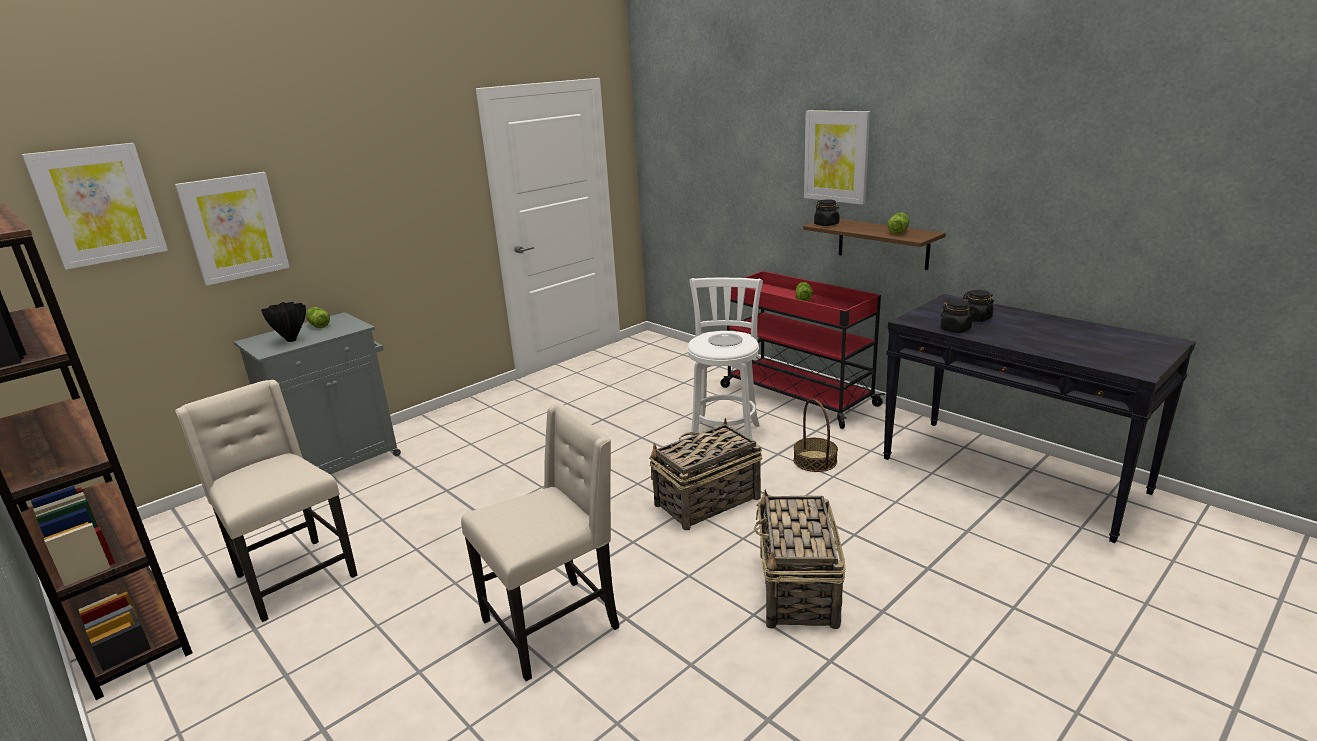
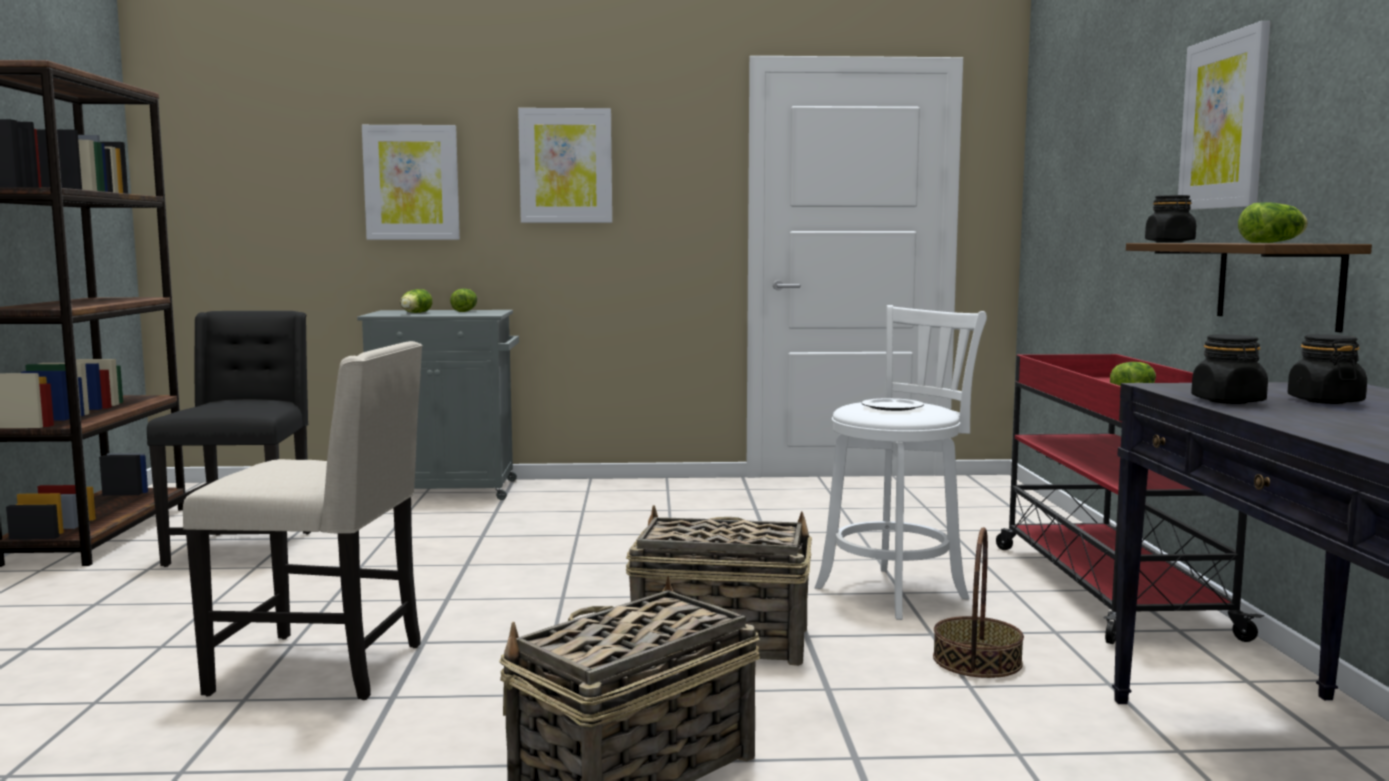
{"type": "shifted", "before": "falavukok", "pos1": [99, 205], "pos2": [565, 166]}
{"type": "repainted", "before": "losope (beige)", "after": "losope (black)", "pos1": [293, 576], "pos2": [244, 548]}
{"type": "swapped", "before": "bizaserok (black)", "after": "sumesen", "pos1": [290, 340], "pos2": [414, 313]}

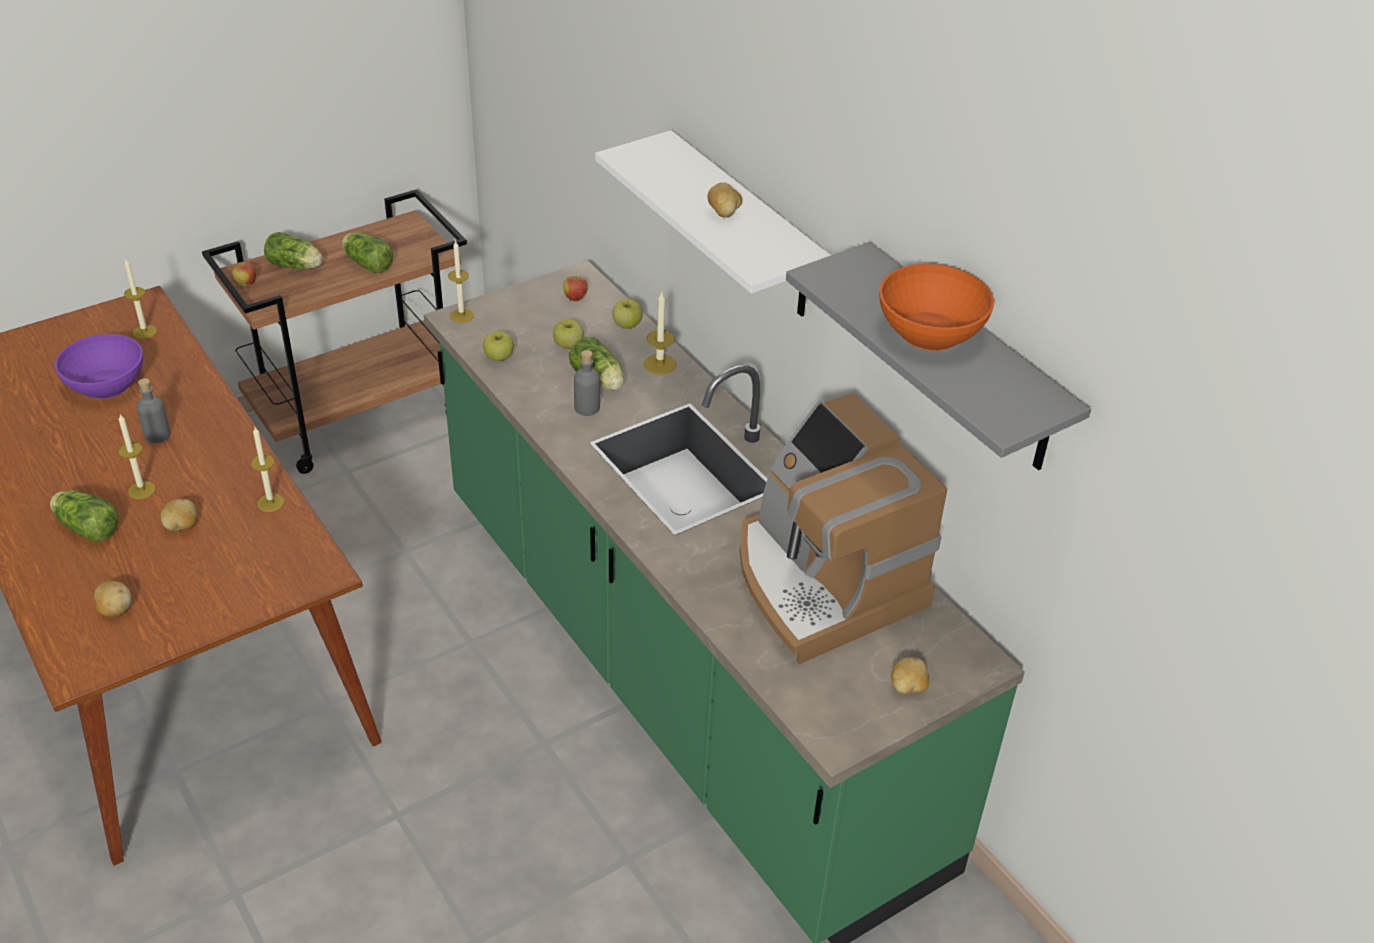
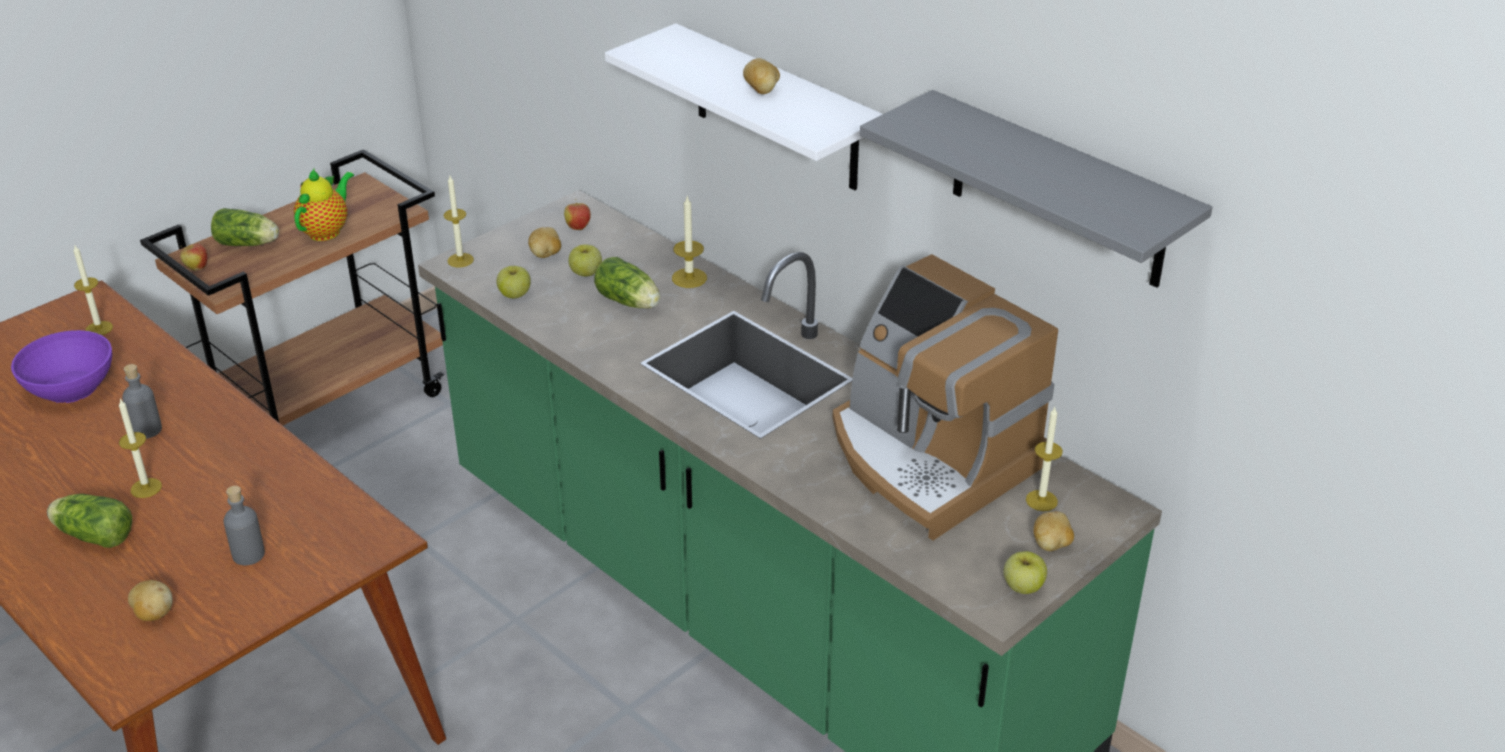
{"type": "shifted", "before": "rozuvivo", "pos1": [182, 526], "pos2": [546, 255]}
{"type": "shifted", "before": "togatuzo", "pos1": [270, 502], "pos2": [1041, 500]}
{"type": "swapped", "before": "sumesen", "after": "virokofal", "pos1": [367, 263], "pos2": [327, 231]}
{"type": "shifted", "before": "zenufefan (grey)", "pos1": [587, 408], "pos2": [249, 554]}
{"type": "shifted", "before": "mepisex", "pos1": [627, 325], "pos2": [1023, 587]}
{"type": "gone", "before": "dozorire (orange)", "pos1": [930, 333]}

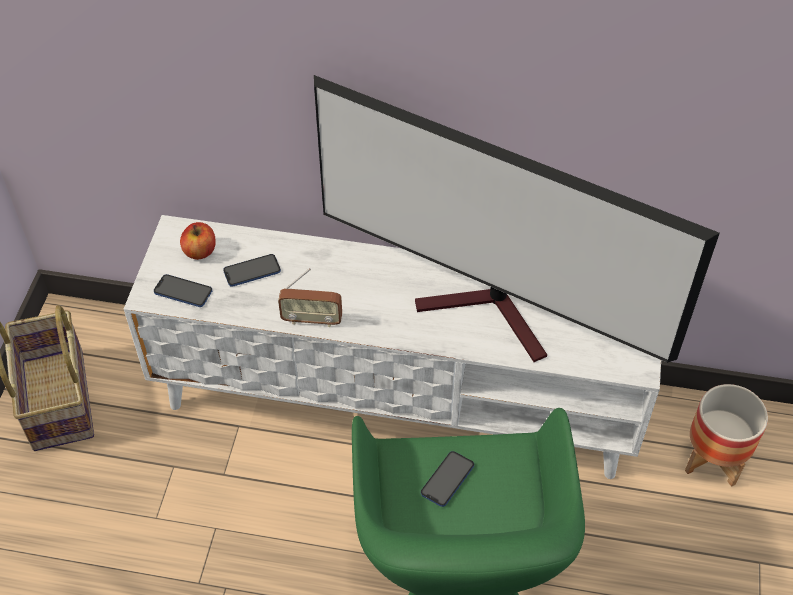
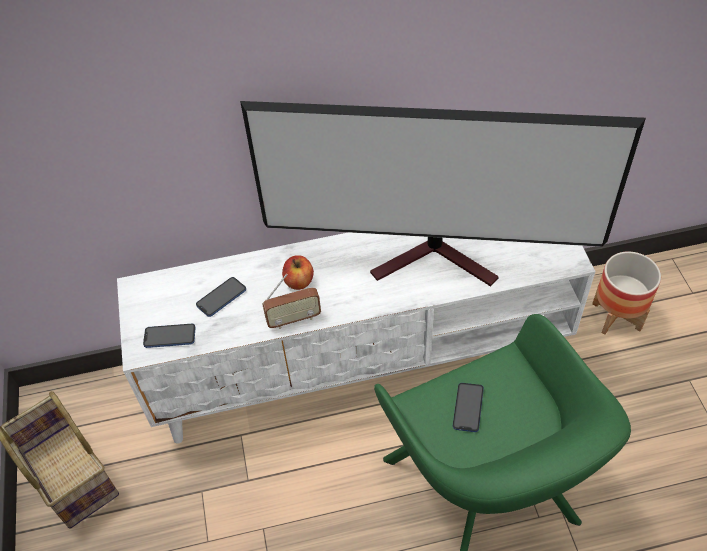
{"type": "shifted", "before": "mepisex", "pos1": [200, 251], "pos2": [299, 281]}

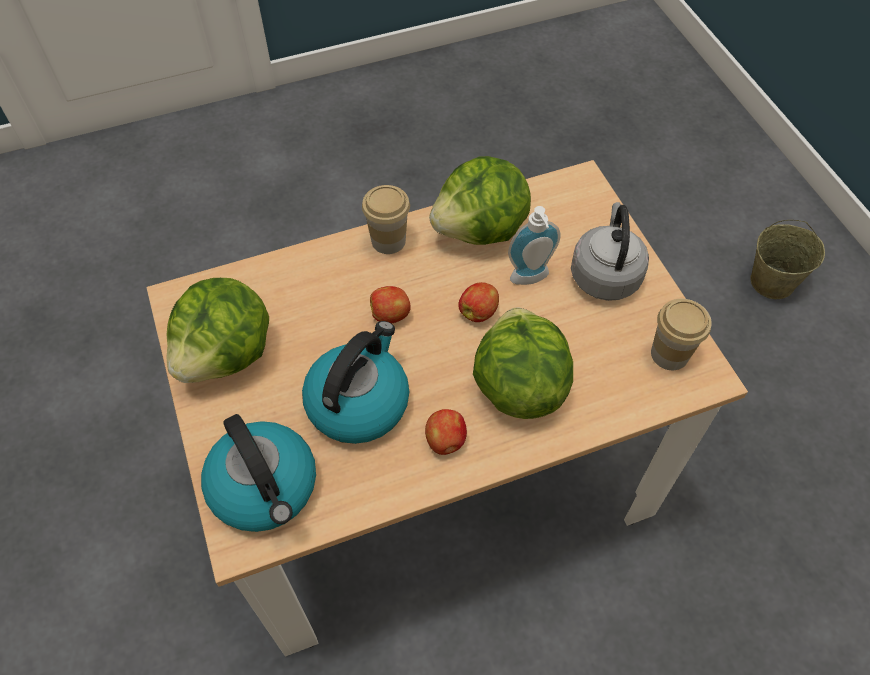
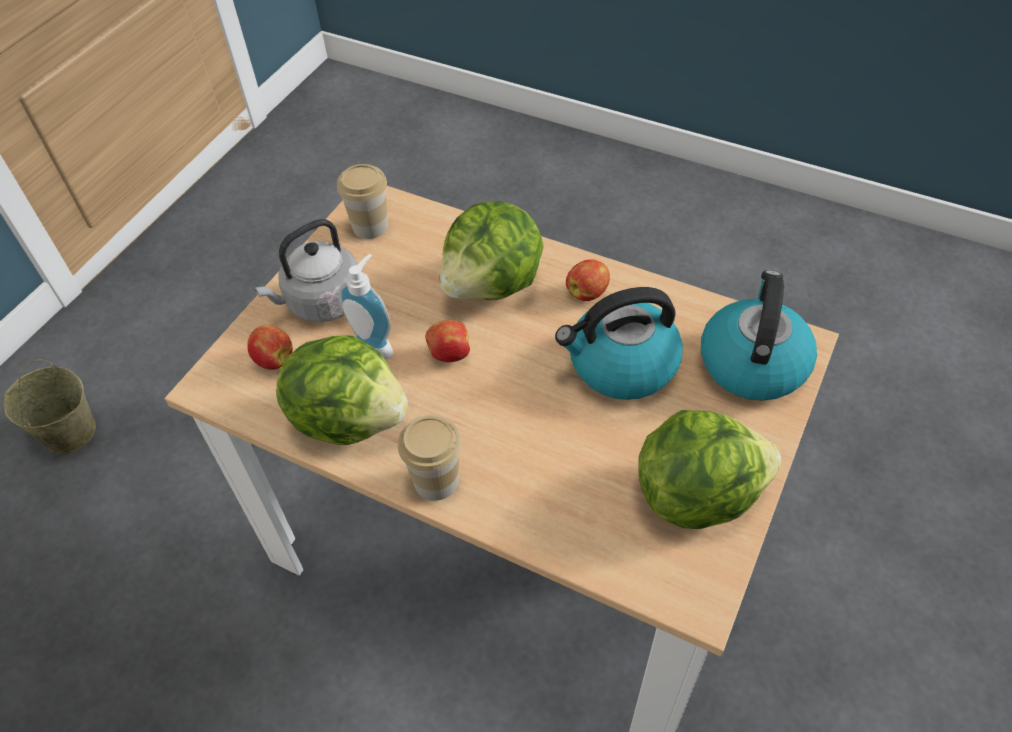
{"type": "shifted", "before": "mepisex", "pos1": [391, 315], "pos2": [274, 359]}

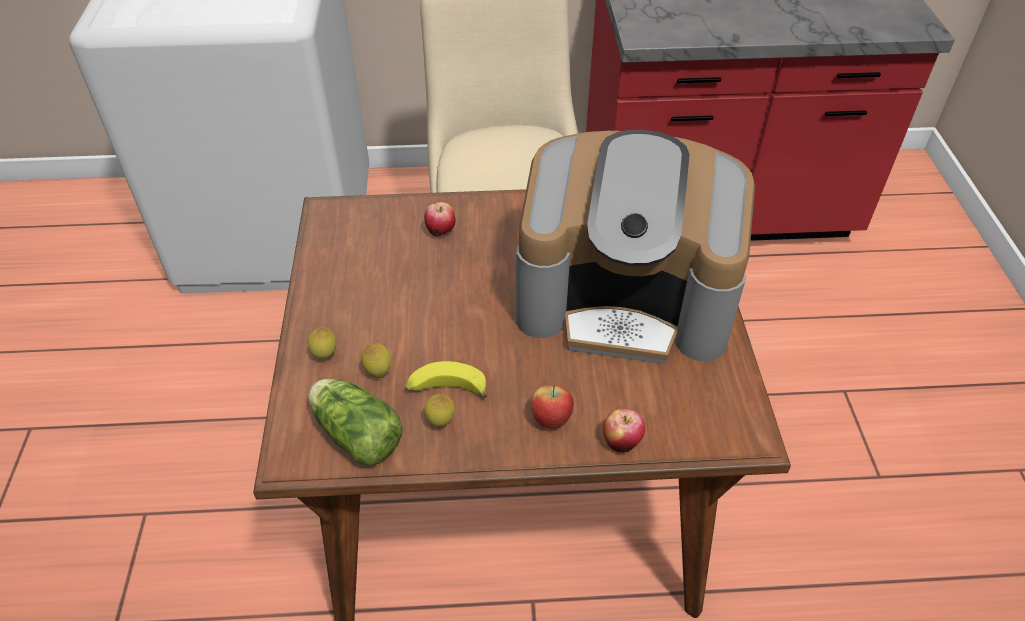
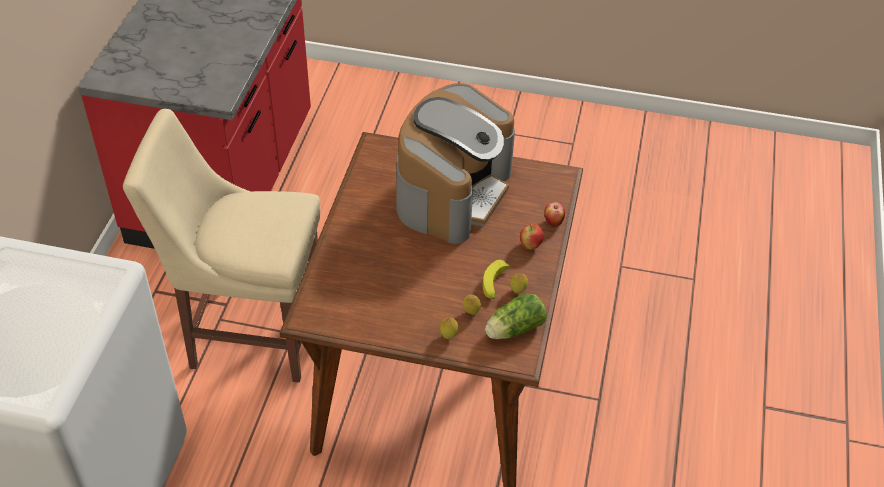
{"type": "gone", "before": "mepisex", "pos1": [441, 232]}

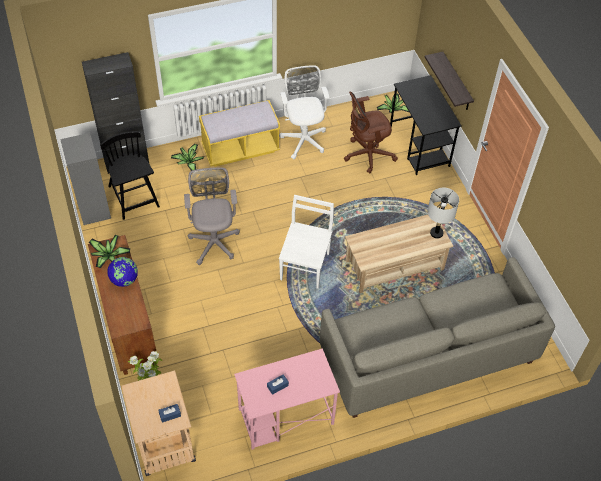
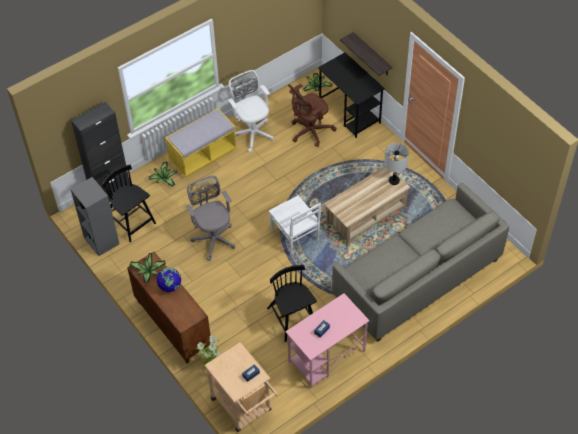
{"type": "rotated", "before": "losope (white)", "pos1": [305, 265], "pos2": [295, 236], "turn": 150}
{"type": "new", "after": "losope (black)", "pos2": [292, 319]}

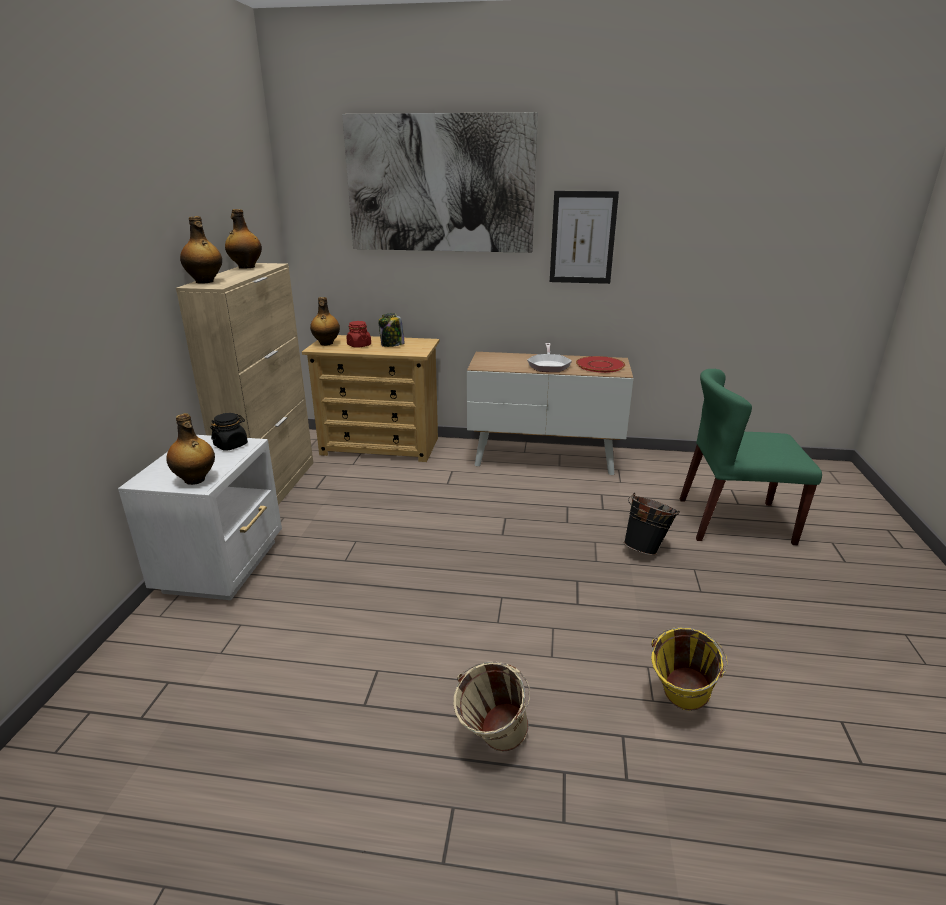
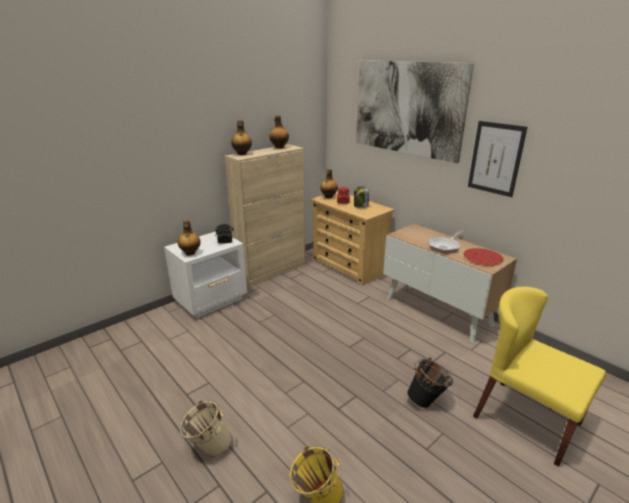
{"type": "repainted", "before": "losope (green)", "after": "losope (yellow)", "pos1": [734, 521], "pos2": [525, 419]}

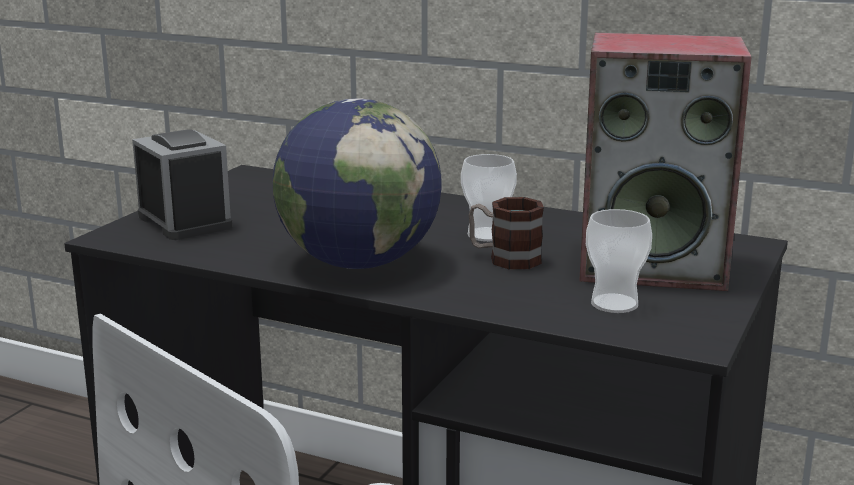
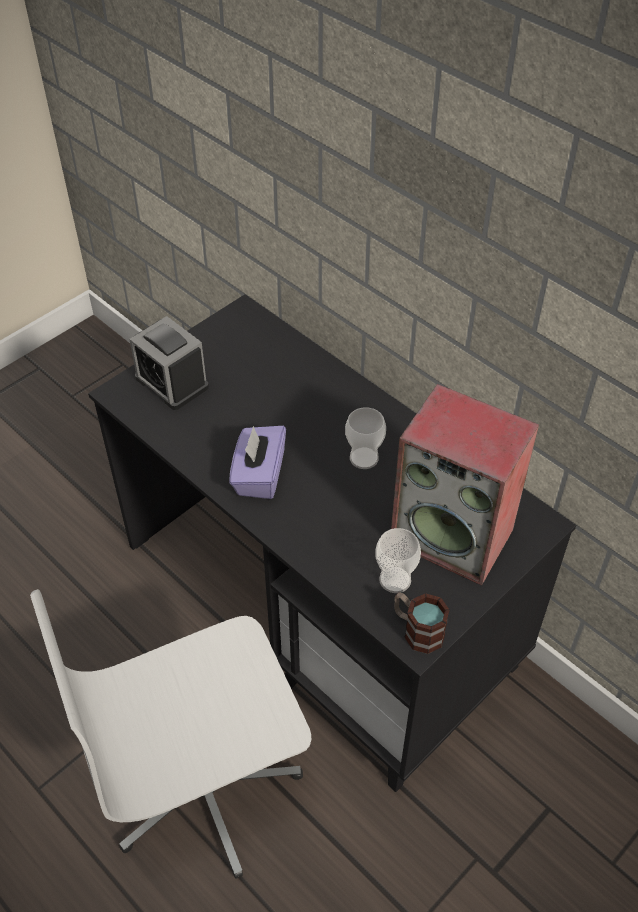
{"type": "rotated", "before": "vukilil", "pos1": [184, 221], "pos2": [172, 382], "turn": 150}
{"type": "swapped", "before": "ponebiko", "after": "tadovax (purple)", "pos1": [358, 263], "pos2": [259, 475]}
{"type": "shifted", "before": "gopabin", "pos1": [504, 258], "pos2": [417, 630]}

